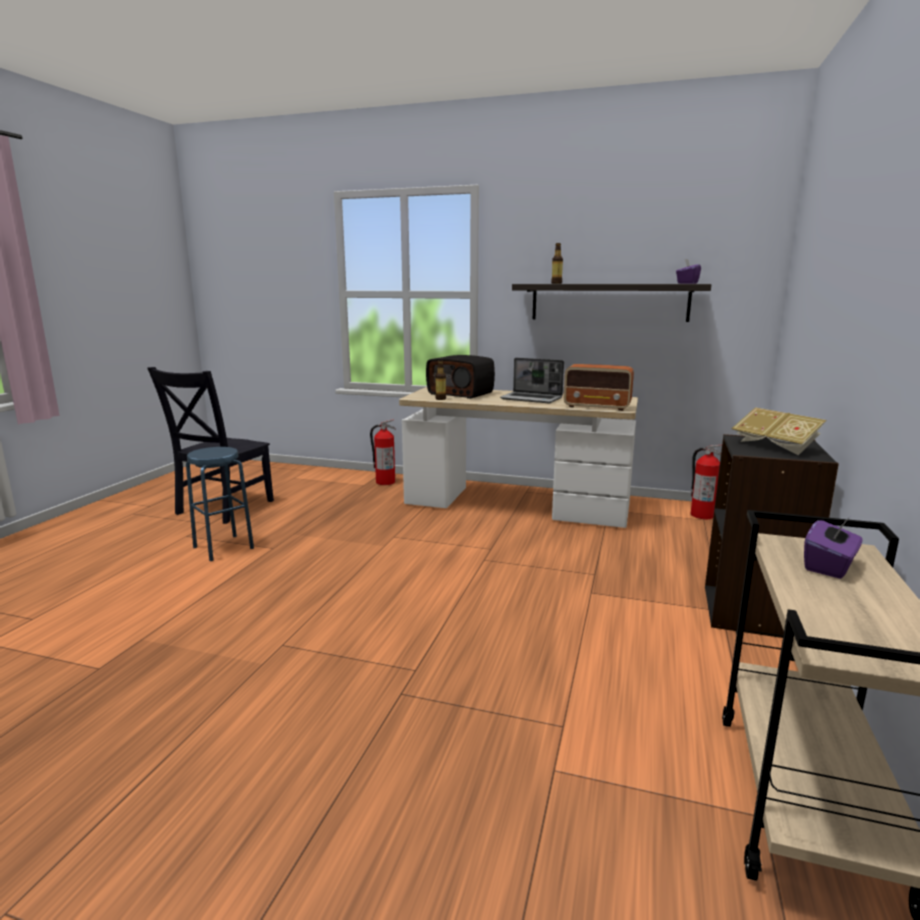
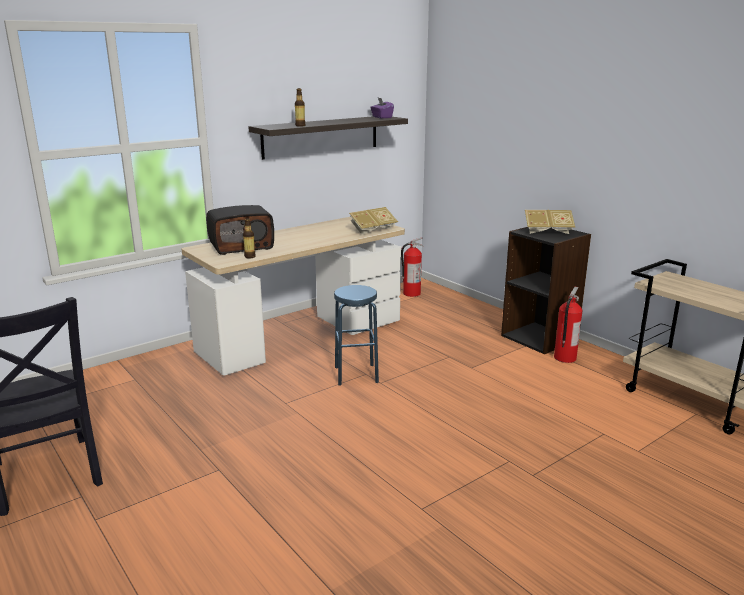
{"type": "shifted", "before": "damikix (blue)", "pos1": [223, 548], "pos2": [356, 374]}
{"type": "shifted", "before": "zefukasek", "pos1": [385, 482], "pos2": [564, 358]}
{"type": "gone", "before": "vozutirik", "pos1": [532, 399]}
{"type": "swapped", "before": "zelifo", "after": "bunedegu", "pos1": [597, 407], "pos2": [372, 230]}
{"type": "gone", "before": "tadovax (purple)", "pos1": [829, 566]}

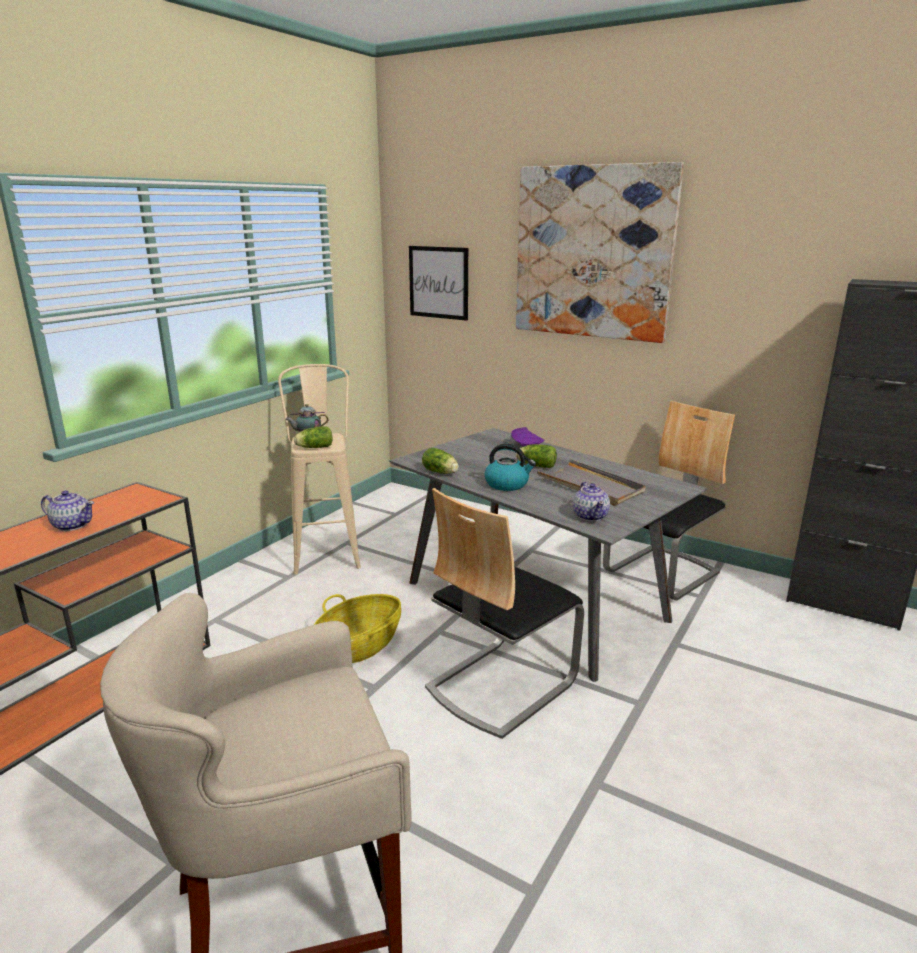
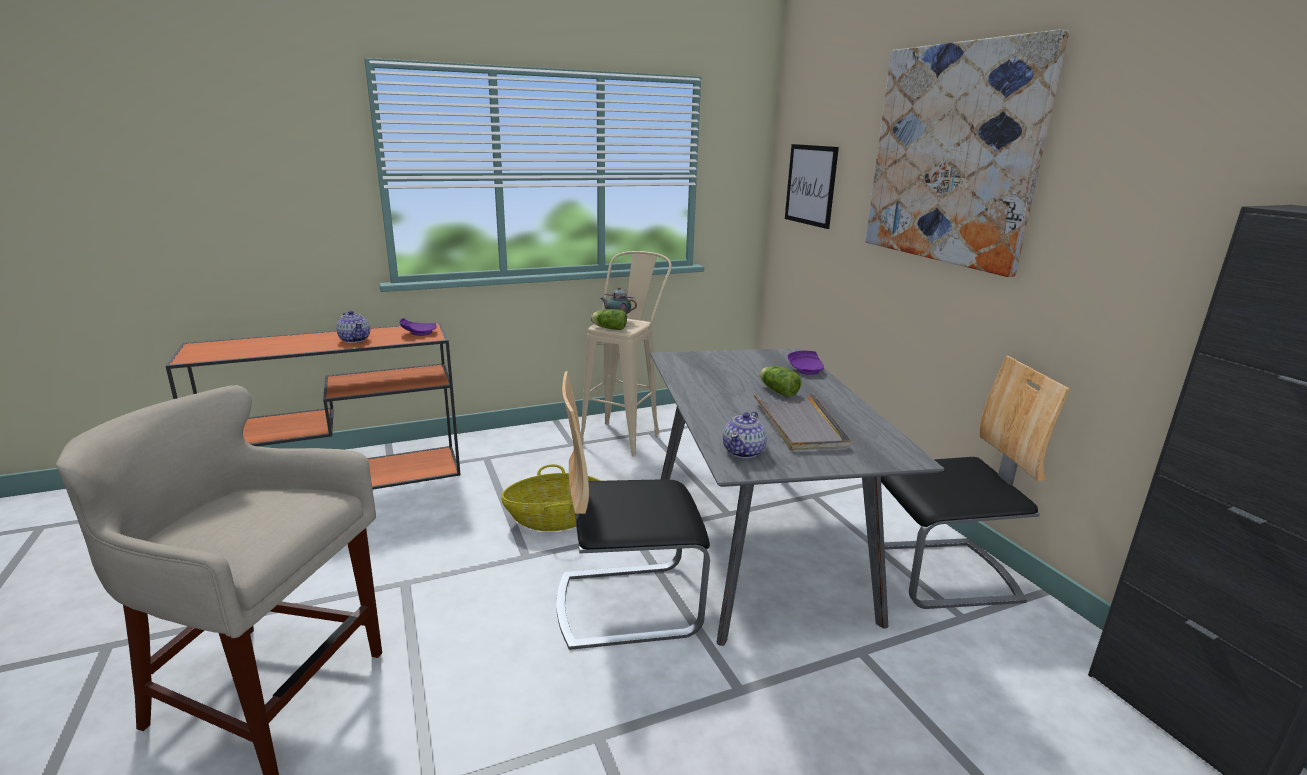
{"type": "gone", "before": "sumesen", "pos1": [441, 472]}
{"type": "gone", "before": "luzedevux", "pos1": [507, 484]}
{"type": "new", "after": "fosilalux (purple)", "pos2": [418, 333]}

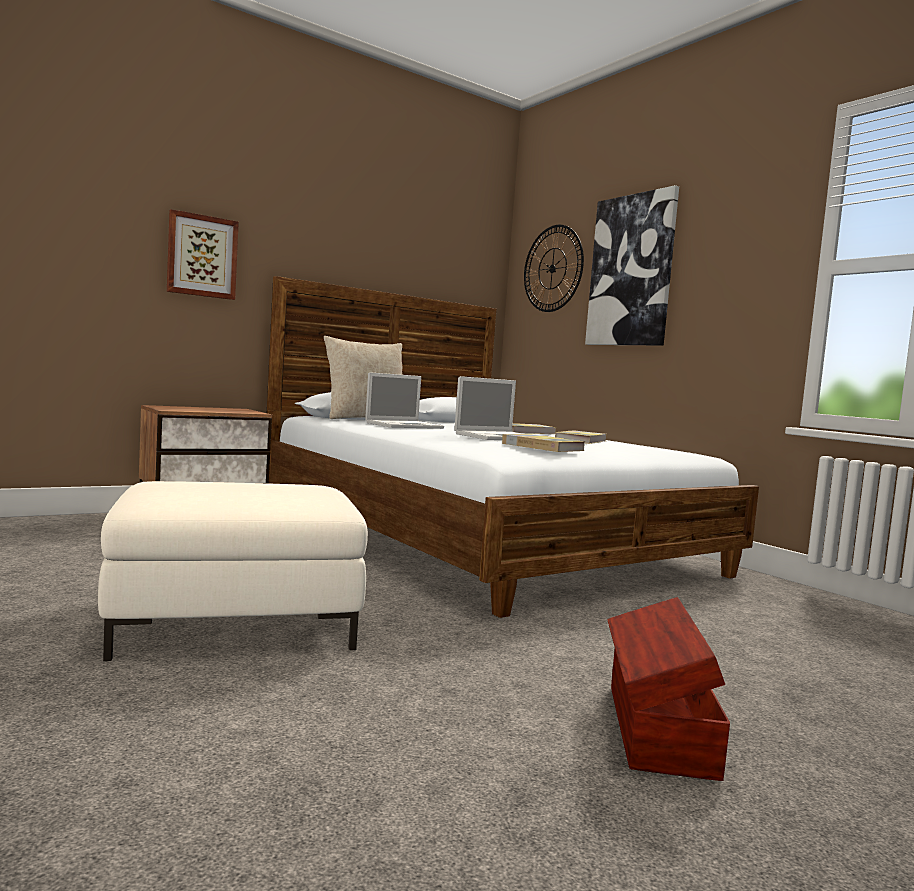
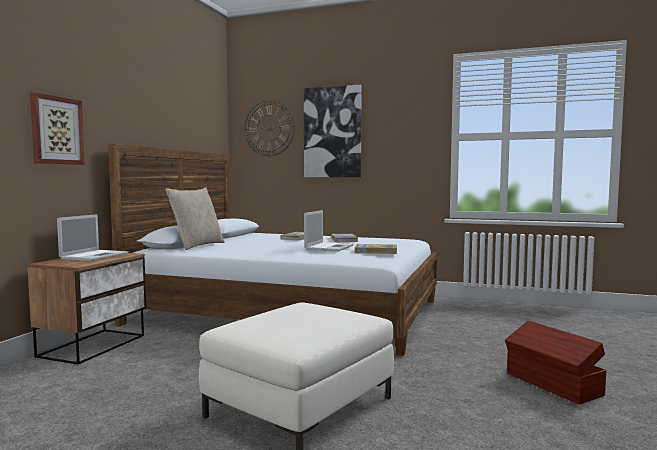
{"type": "shifted", "before": "vozutirik", "pos1": [405, 425], "pos2": [95, 256]}

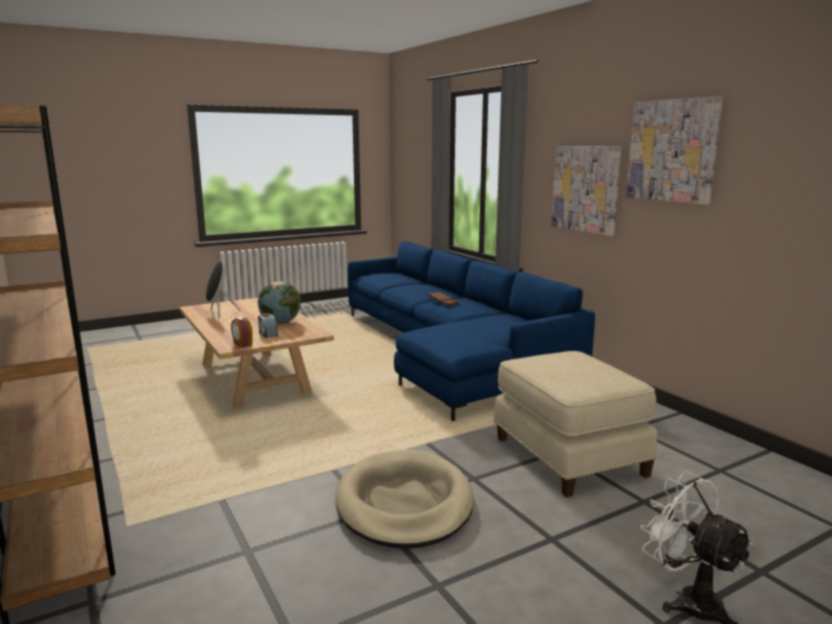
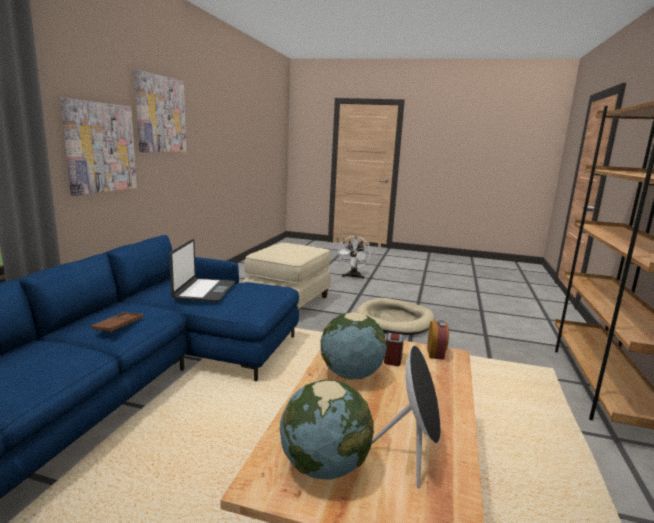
{"type": "new", "after": "vozutirik", "pos2": [204, 291]}
{"type": "new", "after": "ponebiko", "pos2": [324, 466]}

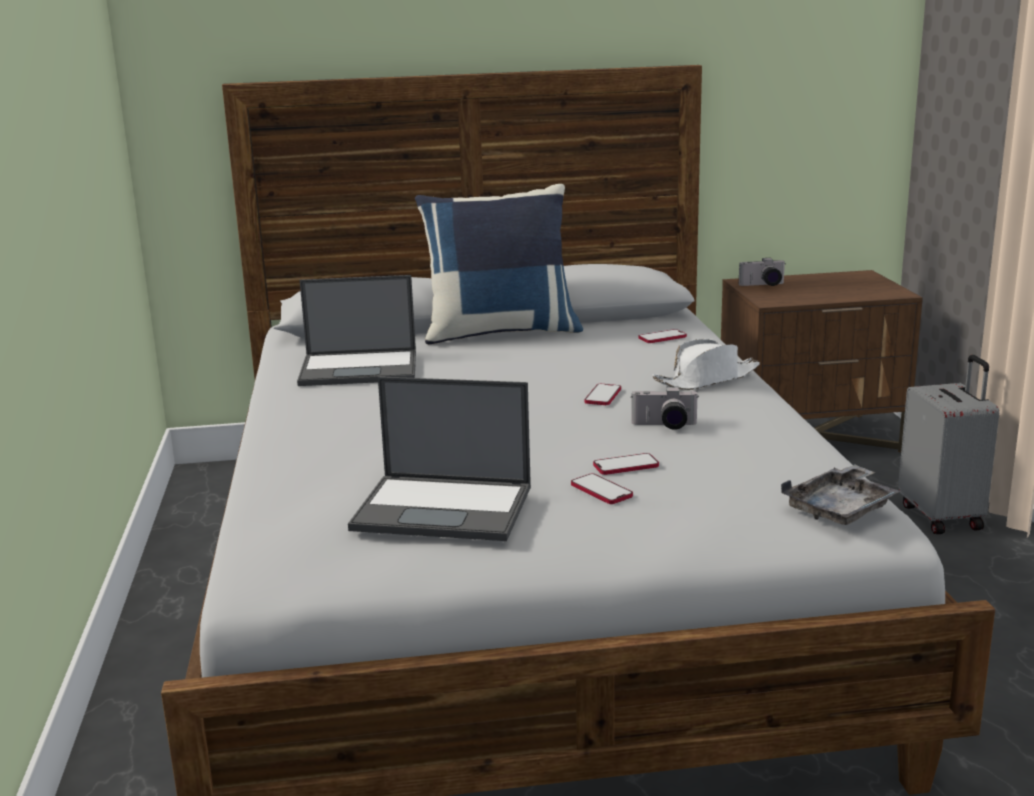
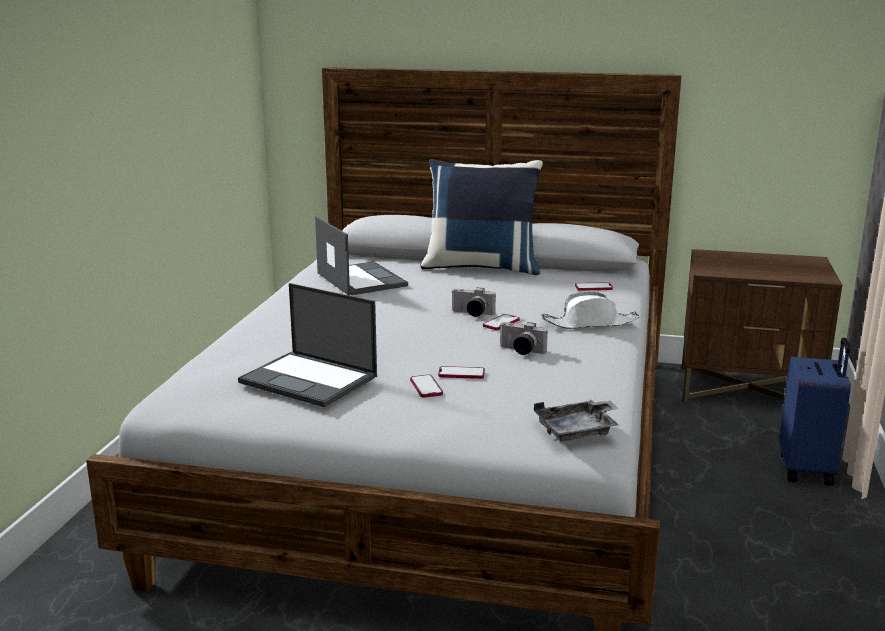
{"type": "rotated", "before": "vozutirik", "pos1": [361, 368], "pos2": [360, 279], "turn": -135}
{"type": "shifted", "before": "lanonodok", "pos1": [763, 285], "pos2": [472, 314]}
{"type": "repainted", "before": "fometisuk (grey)", "after": "fometisuk (blue)", "pos1": [942, 516], "pos2": [807, 469]}

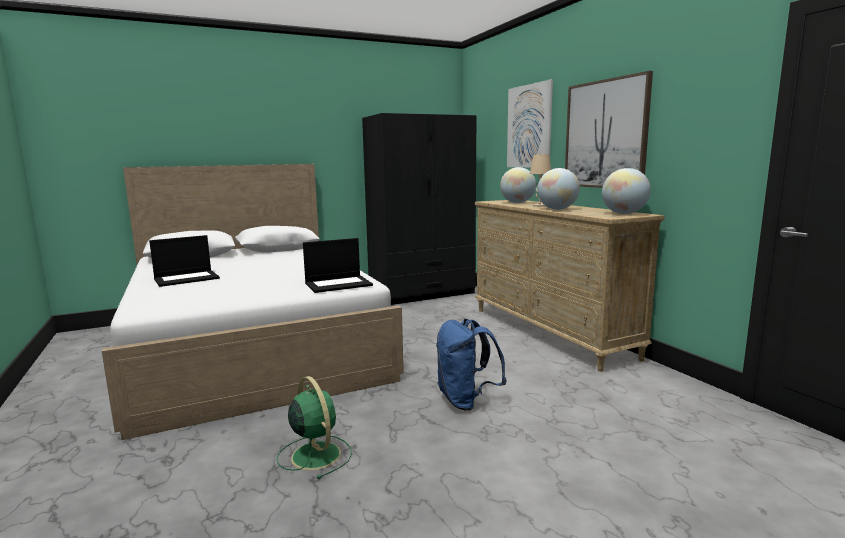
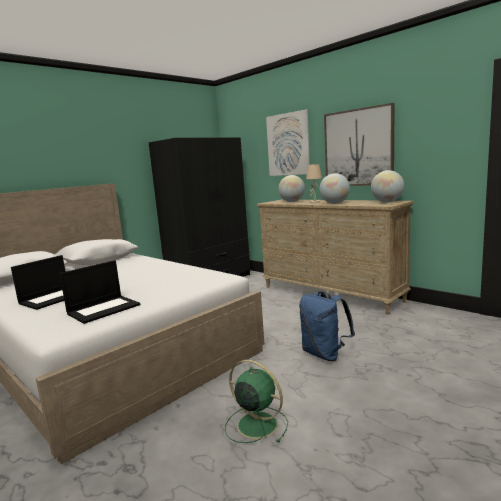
{"type": "shifted", "before": "vozutirik", "pos1": [339, 284], "pos2": [104, 309]}

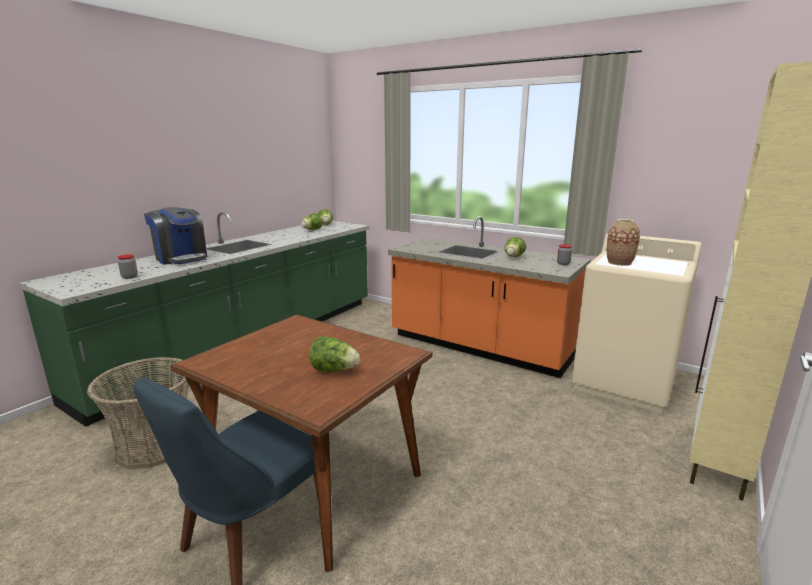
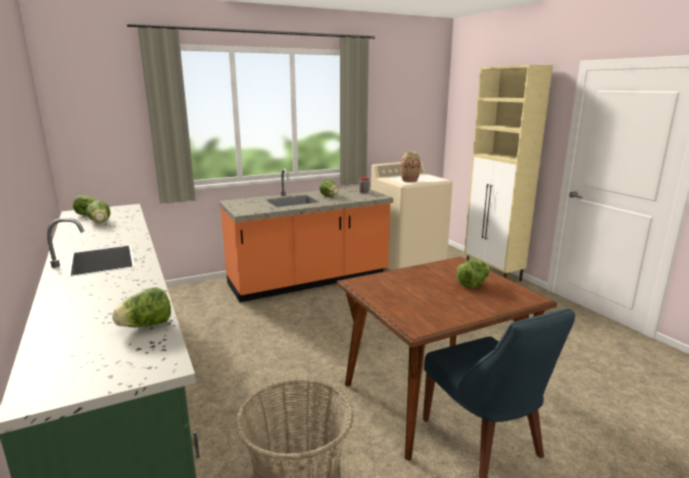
{"type": "swapped", "before": "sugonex", "after": "sumesen", "pos1": [129, 277], "pos2": [146, 326]}
{"type": "gone", "before": "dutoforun", "pos1": [181, 258]}

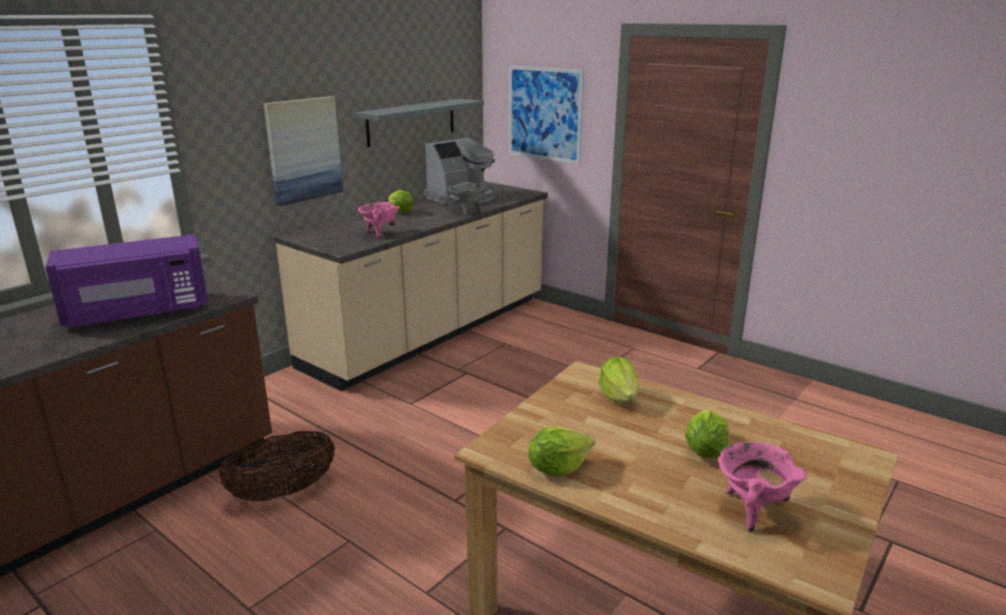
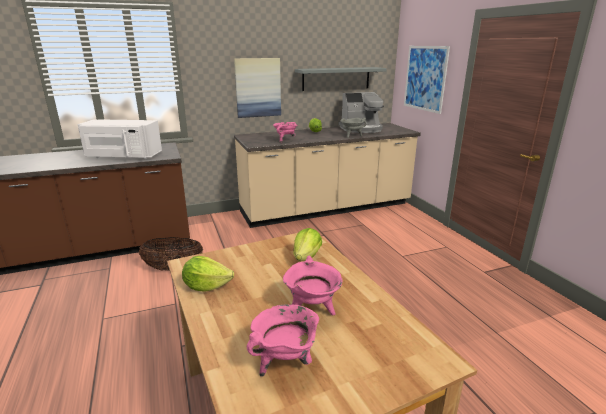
{"type": "repainted", "before": "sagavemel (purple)", "after": "sagavemel (white)", "pos1": [138, 312], "pos2": [123, 156]}
{"type": "swapped", "before": "sumesen", "after": "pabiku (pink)", "pos1": [704, 450], "pos2": [313, 308]}

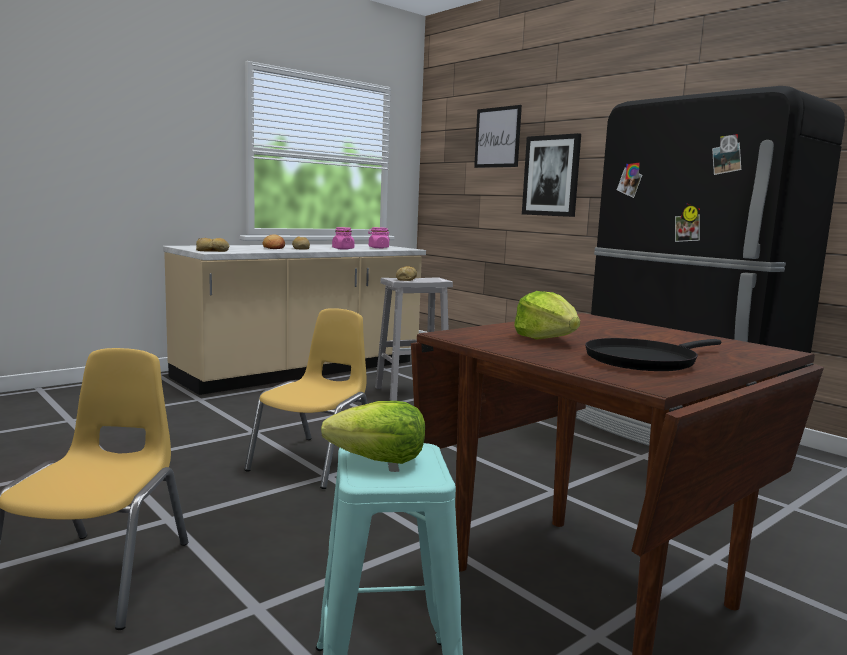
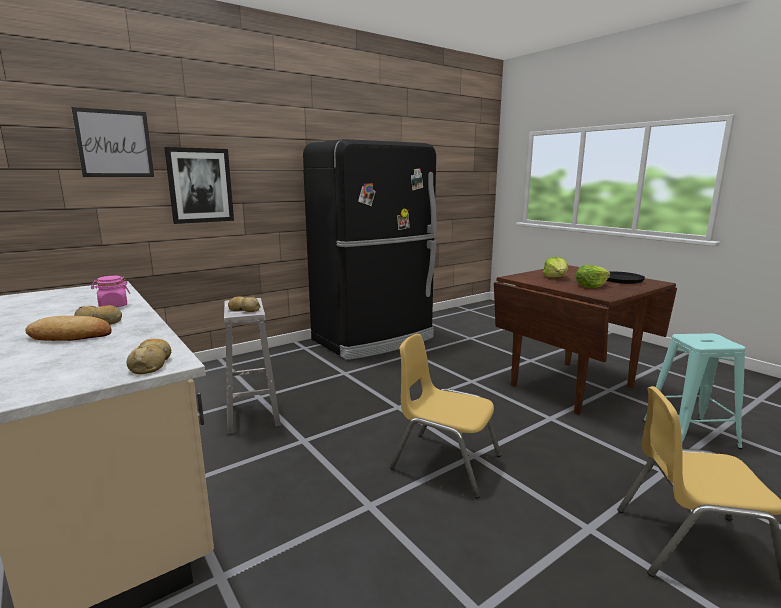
{"type": "shifted", "before": "sumesen", "pos1": [378, 460], "pos2": [555, 277]}
{"type": "gone", "before": "sugonex (pink)", "pos1": [378, 248]}

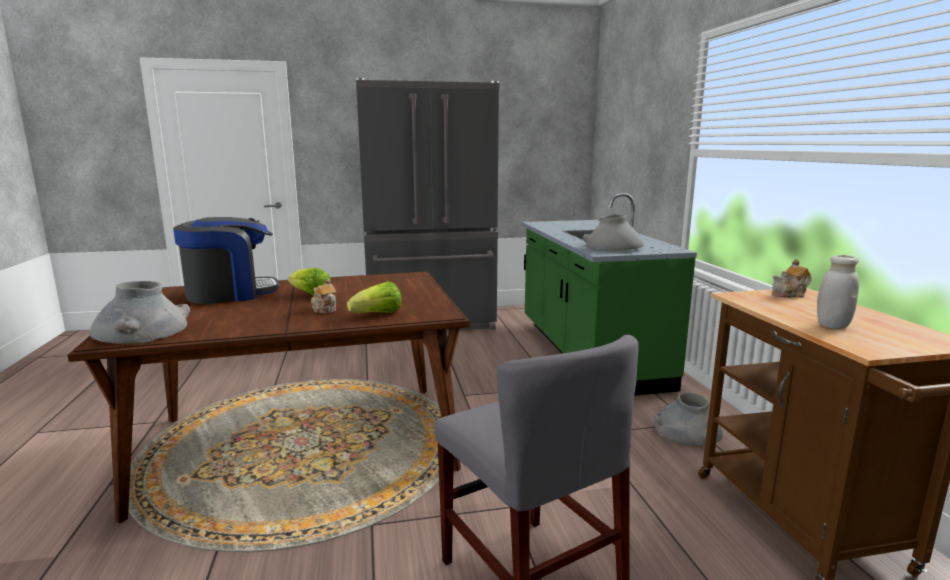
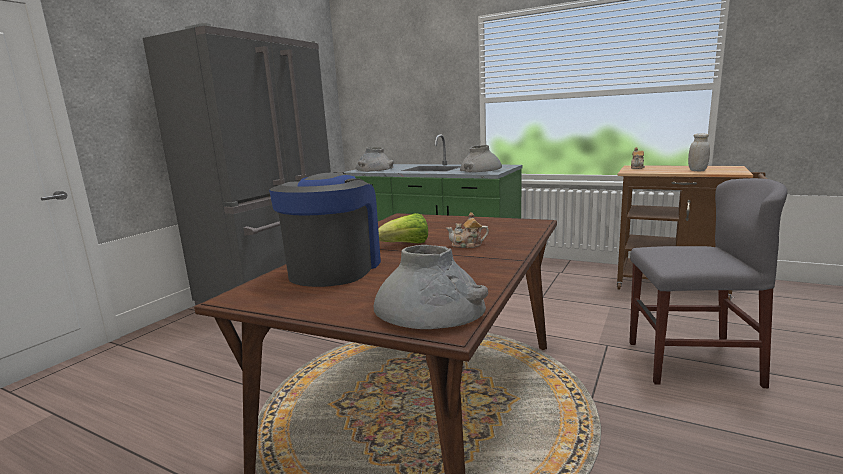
{"type": "gone", "before": "sumesen", "pos1": [378, 315]}
{"type": "shifted", "before": "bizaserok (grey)", "pos1": [687, 431], "pos2": [375, 169]}

